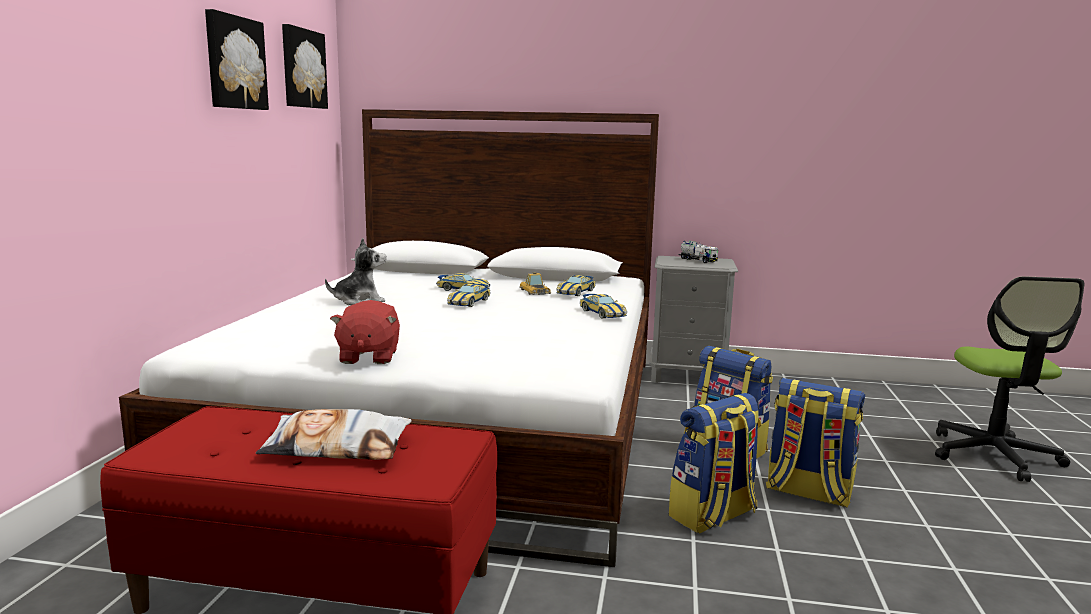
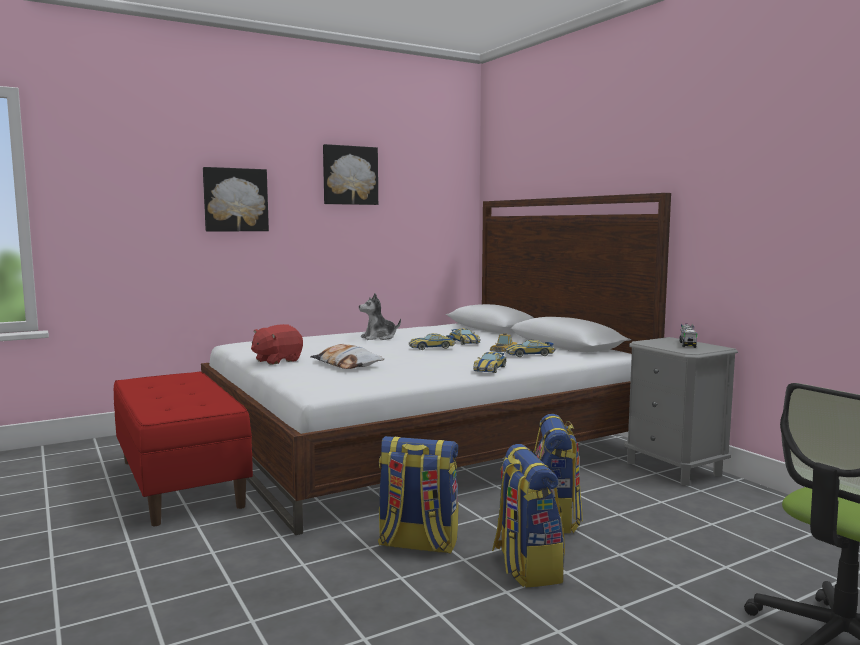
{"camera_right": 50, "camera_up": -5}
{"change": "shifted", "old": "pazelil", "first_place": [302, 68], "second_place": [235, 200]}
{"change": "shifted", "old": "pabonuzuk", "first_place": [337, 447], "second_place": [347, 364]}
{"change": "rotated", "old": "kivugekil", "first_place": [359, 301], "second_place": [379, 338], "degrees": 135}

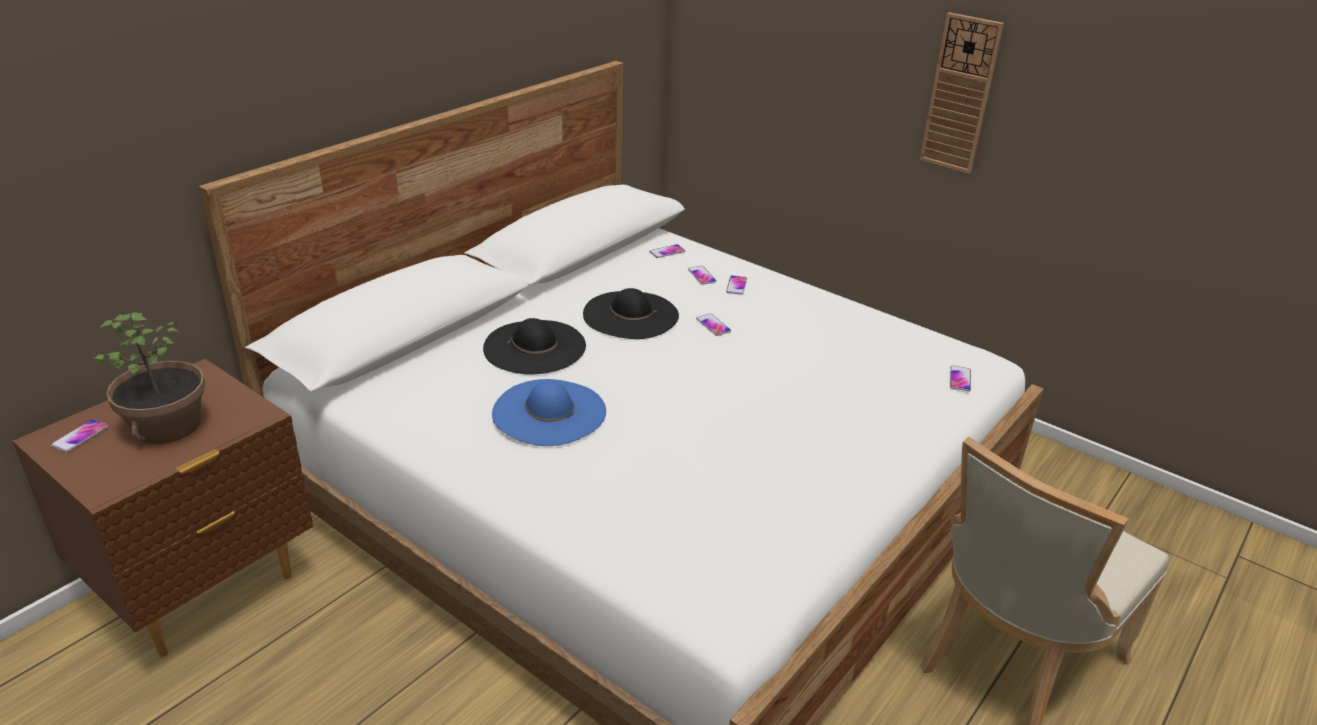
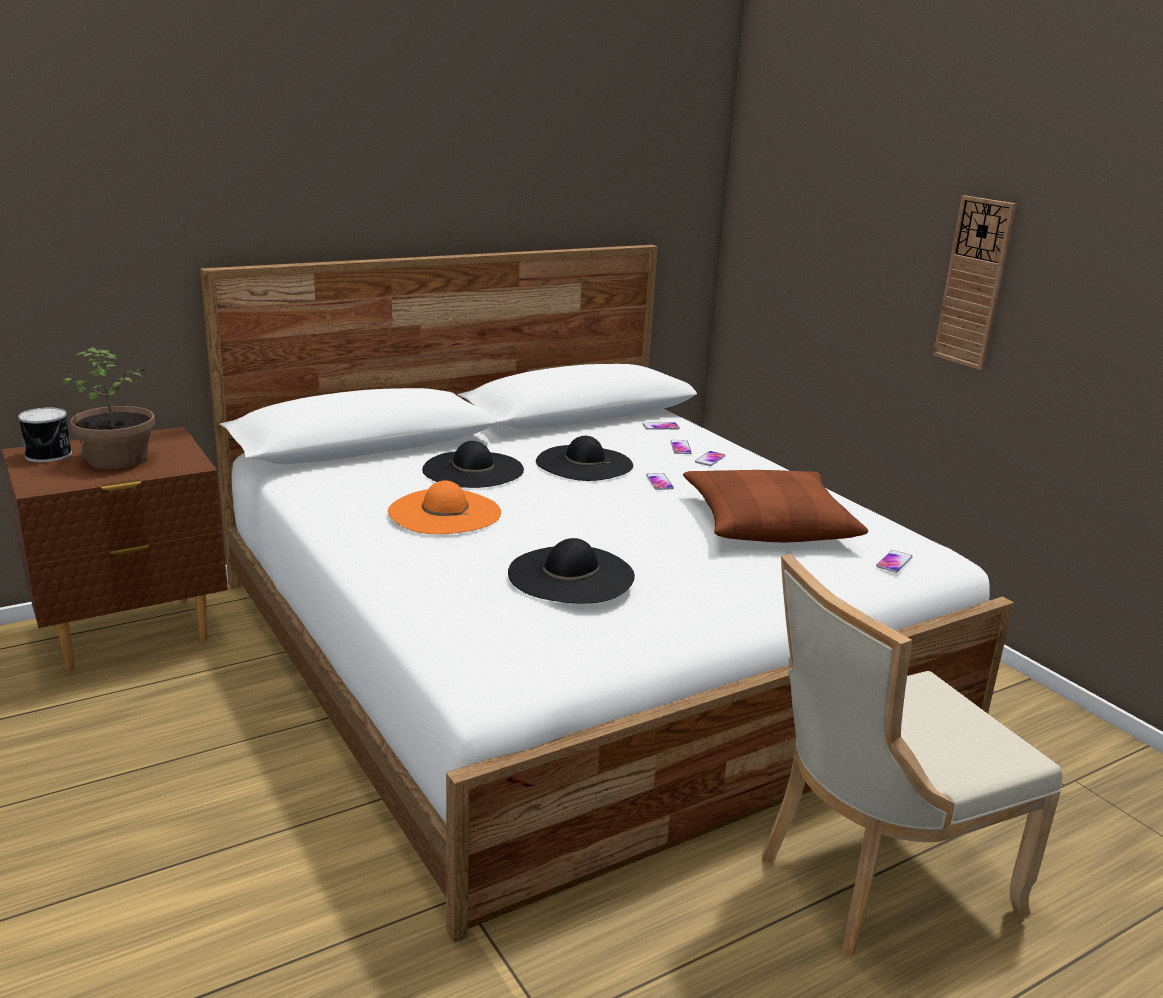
{"camera_right": 20, "camera_up": -10}
{"change": "swapped", "old": "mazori", "new": "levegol", "first_place": [80, 436], "second_place": [50, 455]}
{"change": "repainted", "old": "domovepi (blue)", "new": "domovepi (orange)", "first_place": [549, 412], "second_place": [444, 512]}
{"change": "new", "new": "domovepi (black)", "second_place": [571, 575]}
{"change": "new", "new": "pabonuzuk (brown)", "second_place": [768, 523]}

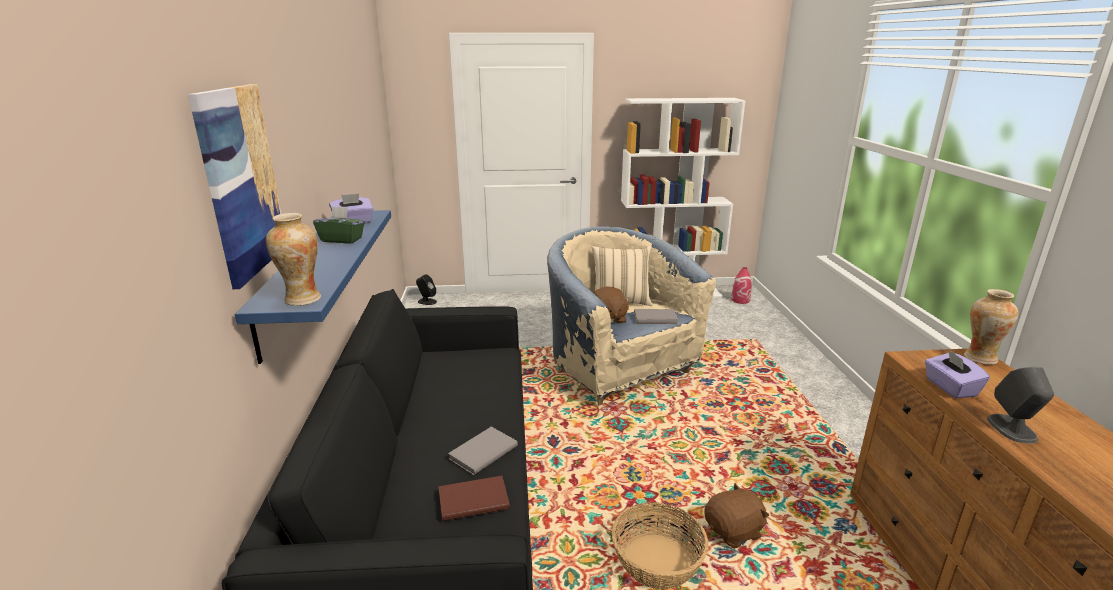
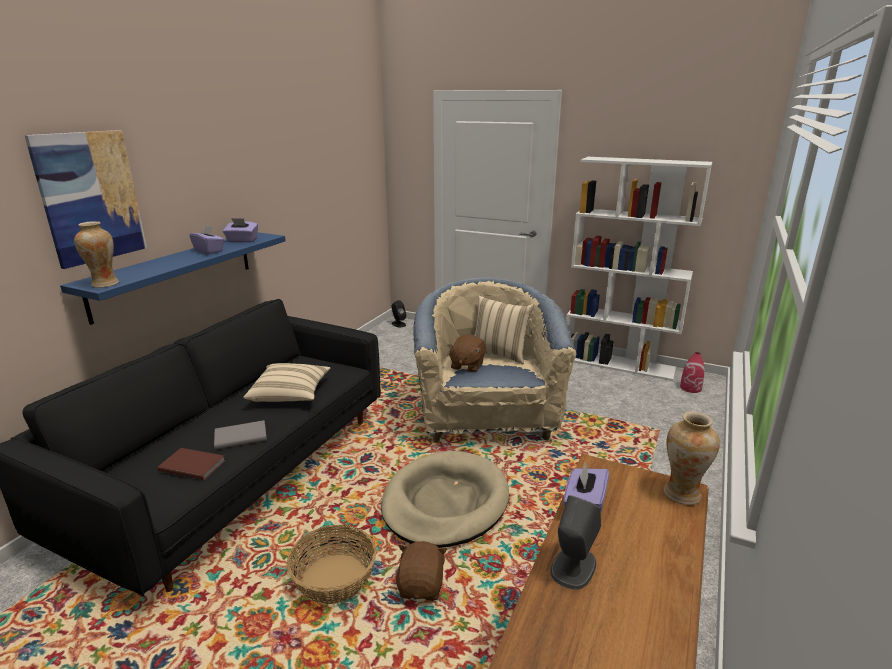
{"camera_right": 30, "camera_up": 0}
{"change": "repainted", "old": "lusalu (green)", "new": "lusalu (purple)", "first_place": [342, 239], "second_place": [209, 251]}
{"change": "new", "new": "pabonuzuk (beige)", "second_place": [290, 394]}
{"change": "new", "new": "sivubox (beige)", "second_place": [445, 502]}
{"change": "rotated", "old": "kivugekil (brown)", "first_place": [734, 532], "second_place": [421, 586], "degrees": -90}
{"change": "gone", "old": "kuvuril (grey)", "first_place": [656, 318]}

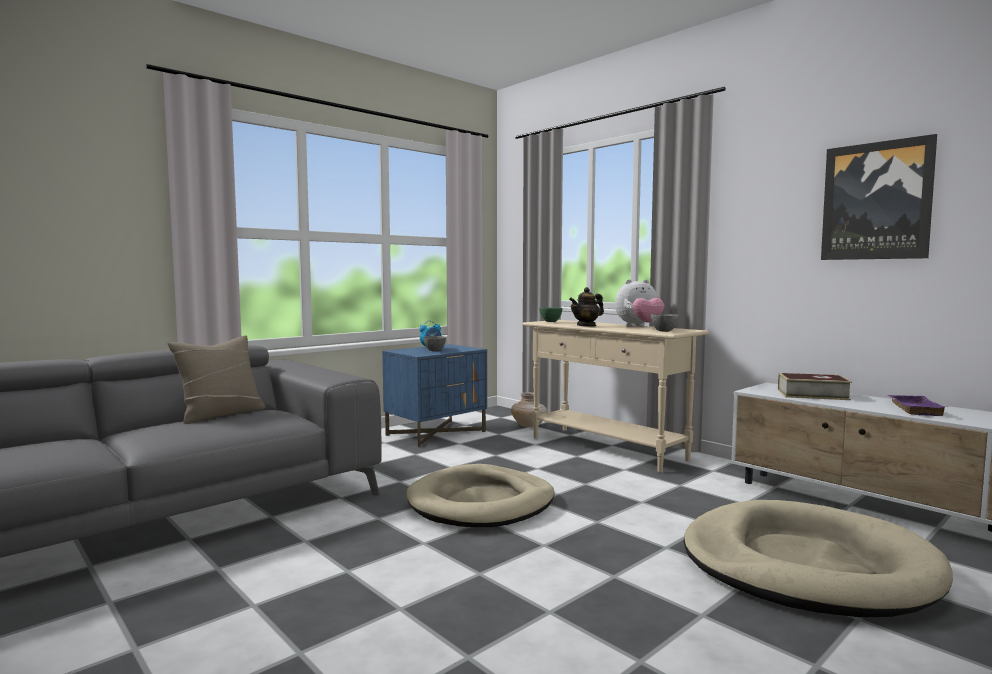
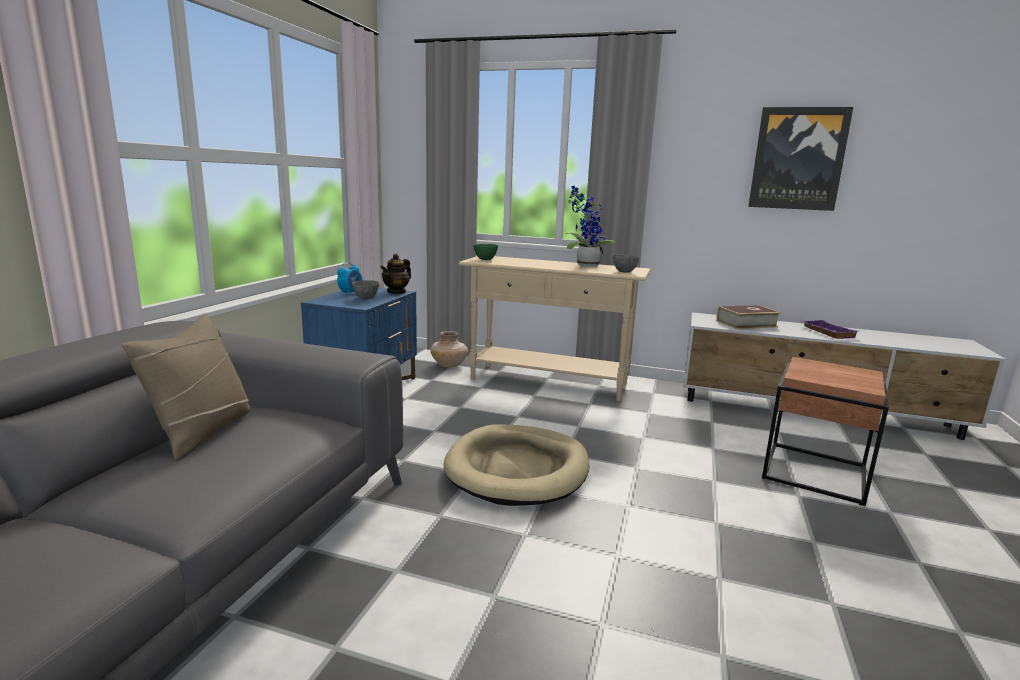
{"camera_right": -30, "camera_up": 10}
{"change": "shifted", "old": "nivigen", "first_place": [586, 325], "second_place": [396, 292]}
{"change": "swapped", "old": "kivugekil", "new": "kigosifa", "first_place": [639, 326], "second_place": [584, 265]}
{"change": "swapped", "old": "sivubox (beige)", "new": "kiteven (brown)", "first_place": [806, 566], "second_place": [813, 473]}

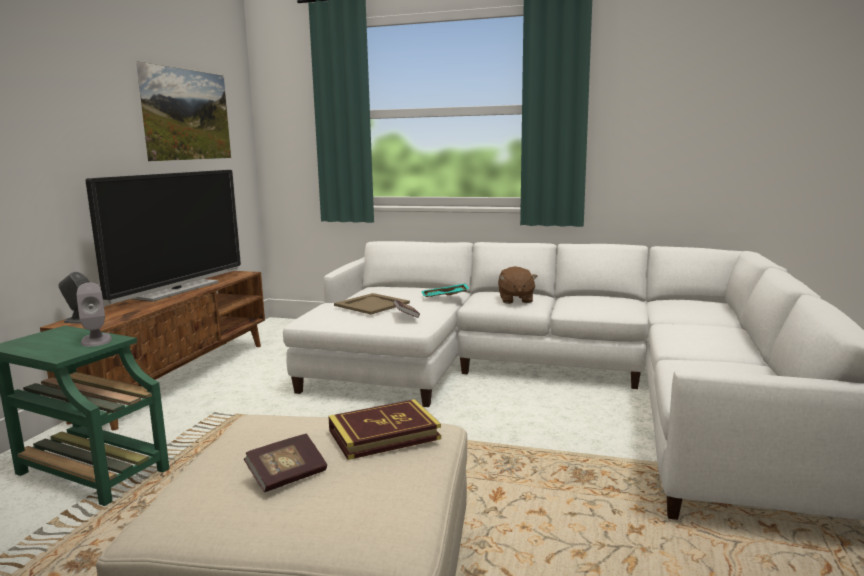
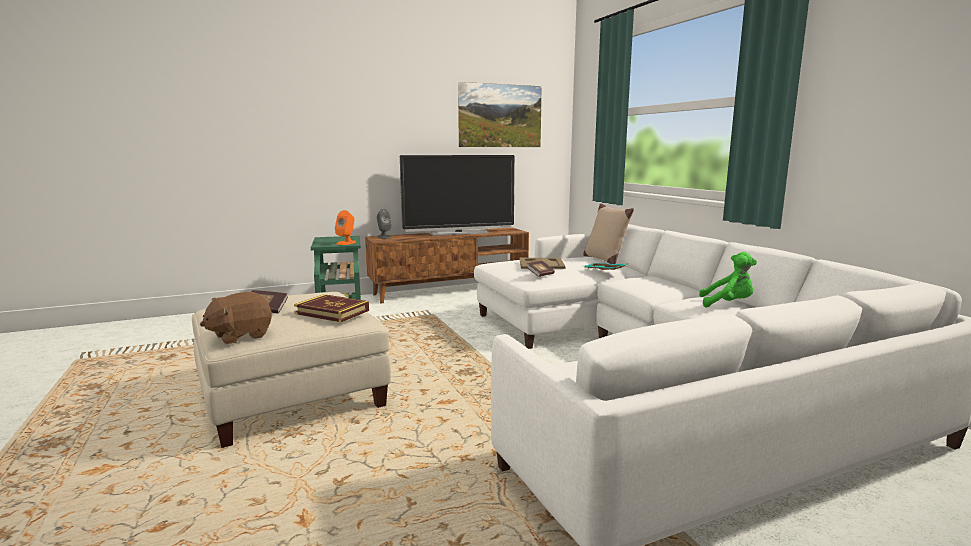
{"camera_right": 50, "camera_up": 0}
{"change": "shifted", "old": "kivugekil (brown)", "first_place": [515, 300], "second_place": [240, 336]}
{"change": "repainted", "old": "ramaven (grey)", "new": "ramaven (orange)", "first_place": [96, 340], "second_place": [346, 243]}
{"change": "new", "new": "pabonuzuk (beige)", "second_place": [604, 260]}
{"change": "new", "new": "kivugekil (green)", "second_place": [728, 304]}

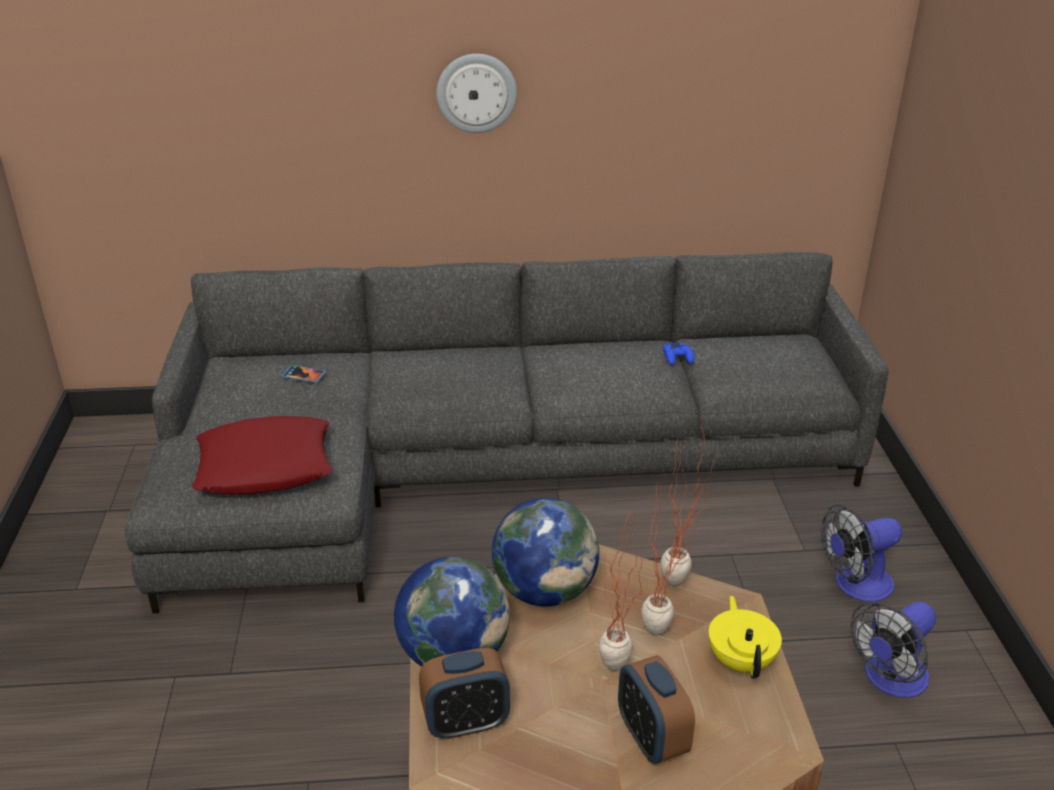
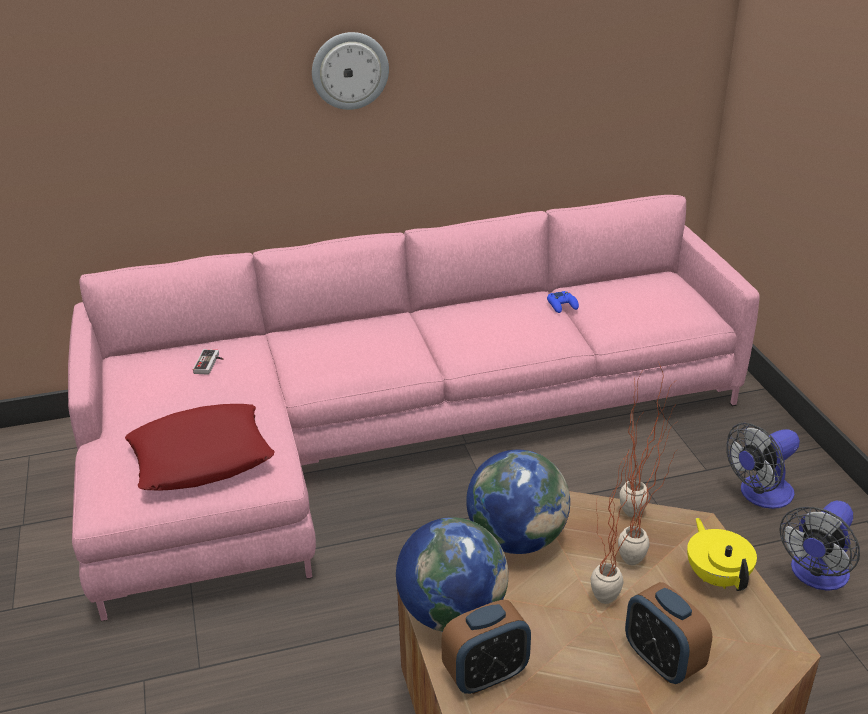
{"camera_right": -10, "camera_up": 0}
{"change": "repainted", "old": "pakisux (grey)", "new": "pakisux (pink)", "first_place": [485, 469], "second_place": [390, 434]}
{"change": "swapped", "old": "mazori", "new": "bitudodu", "first_place": [303, 375], "second_place": [210, 364]}

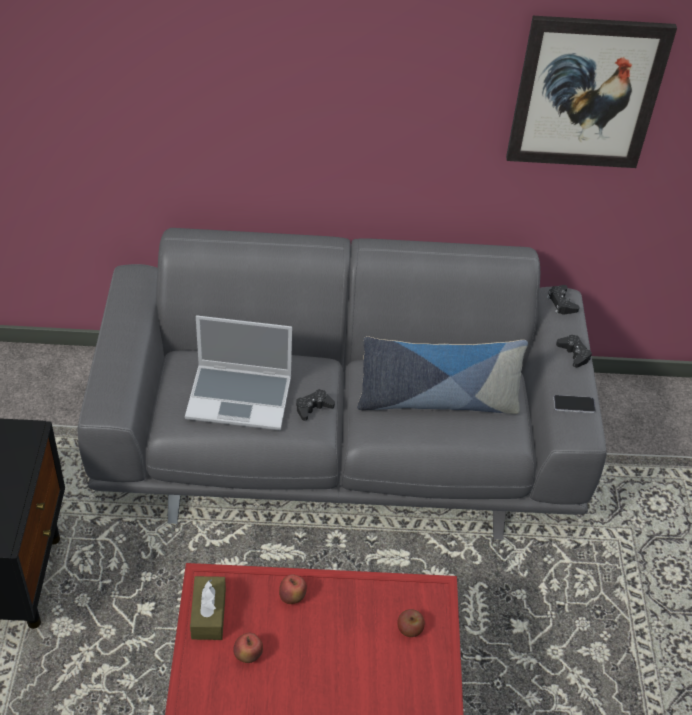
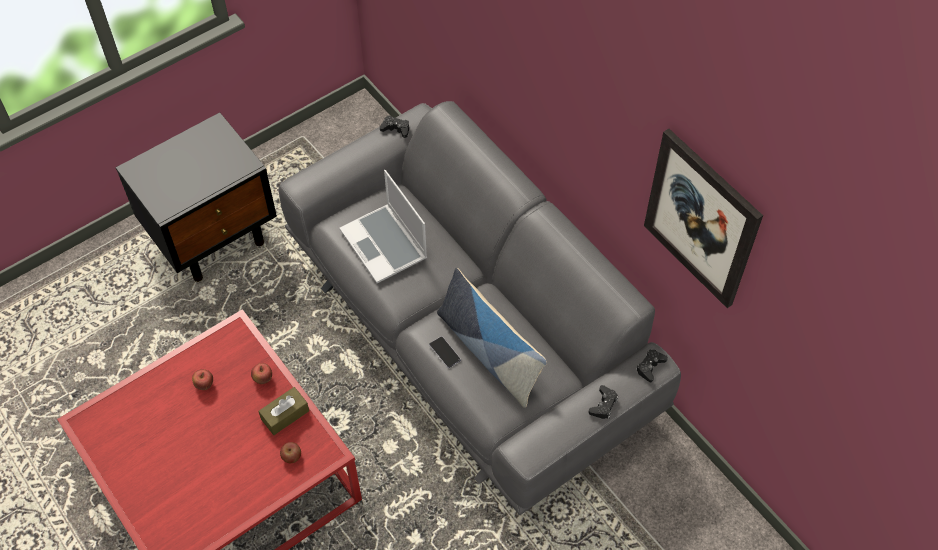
{"camera_right": 55, "camera_up": 10}
{"change": "shifted", "old": "lusalu (brown)", "first_place": [208, 614], "second_place": [285, 415]}
{"change": "shifted", "old": "bitudodu (black)", "first_place": [313, 407], "second_place": [396, 129]}
{"change": "shifted", "old": "mazori", "first_place": [574, 405], "second_place": [445, 352]}

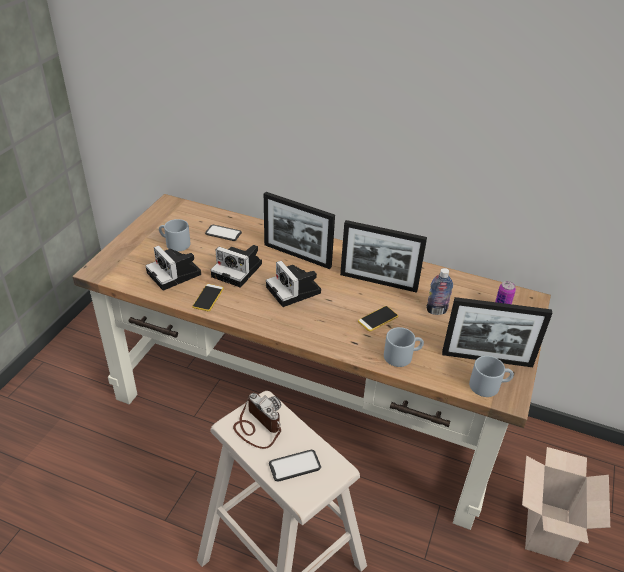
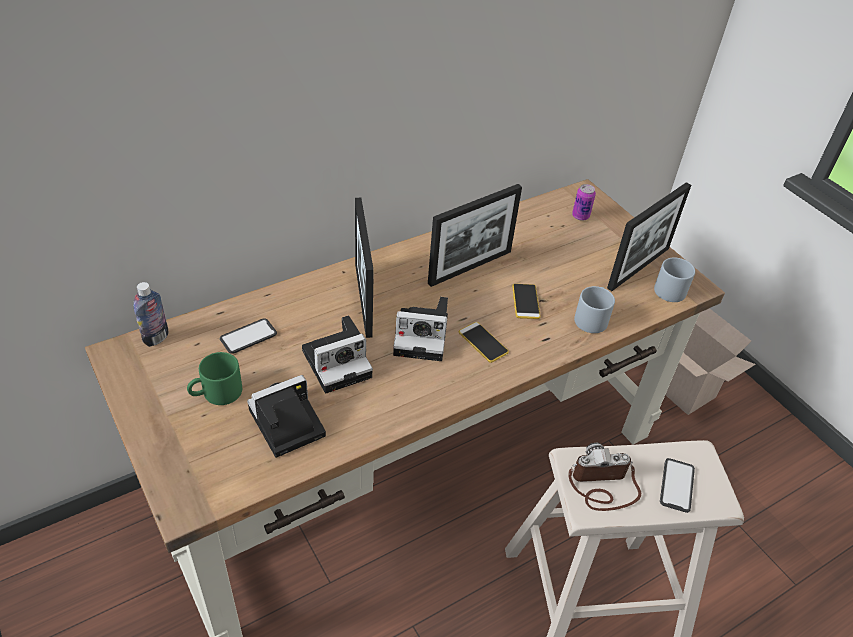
{"camera_right": -55, "camera_up": 5}
{"change": "shifted", "old": "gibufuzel", "first_place": [436, 311], "second_place": [156, 338]}
{"change": "repainted", "old": "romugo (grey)", "new": "romugo (green)", "first_place": [174, 243], "second_place": [216, 394]}
{"change": "rotated", "old": "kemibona", "first_place": [175, 274], "second_place": [284, 425], "degrees": 150}
{"change": "rotated", "old": "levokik", "first_place": [297, 255], "second_place": [363, 299], "degrees": 105}
{"change": "shifted", "old": "mazori", "first_place": [208, 298], "second_place": [483, 342]}

